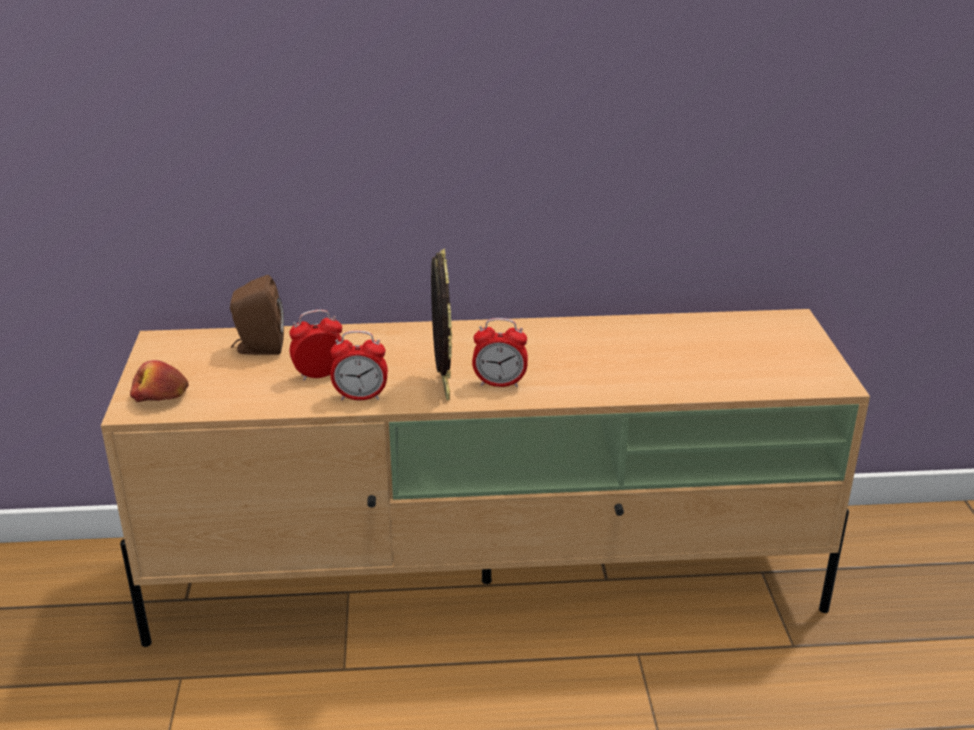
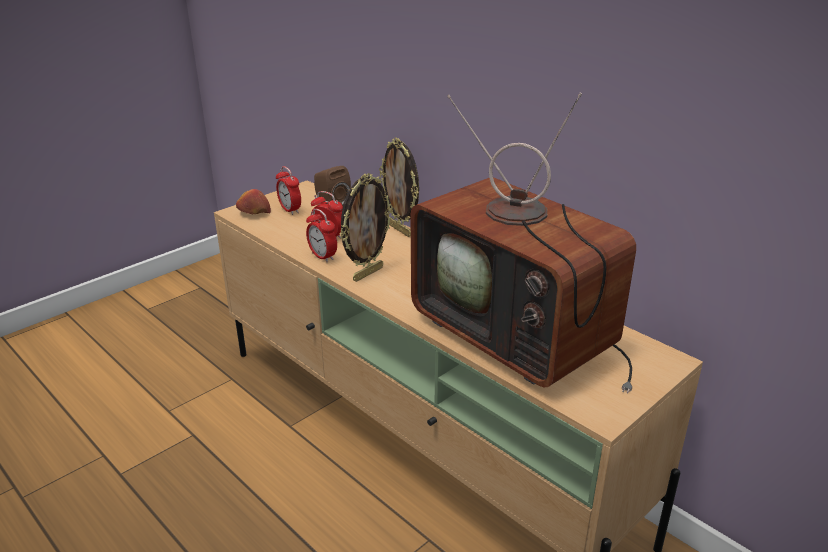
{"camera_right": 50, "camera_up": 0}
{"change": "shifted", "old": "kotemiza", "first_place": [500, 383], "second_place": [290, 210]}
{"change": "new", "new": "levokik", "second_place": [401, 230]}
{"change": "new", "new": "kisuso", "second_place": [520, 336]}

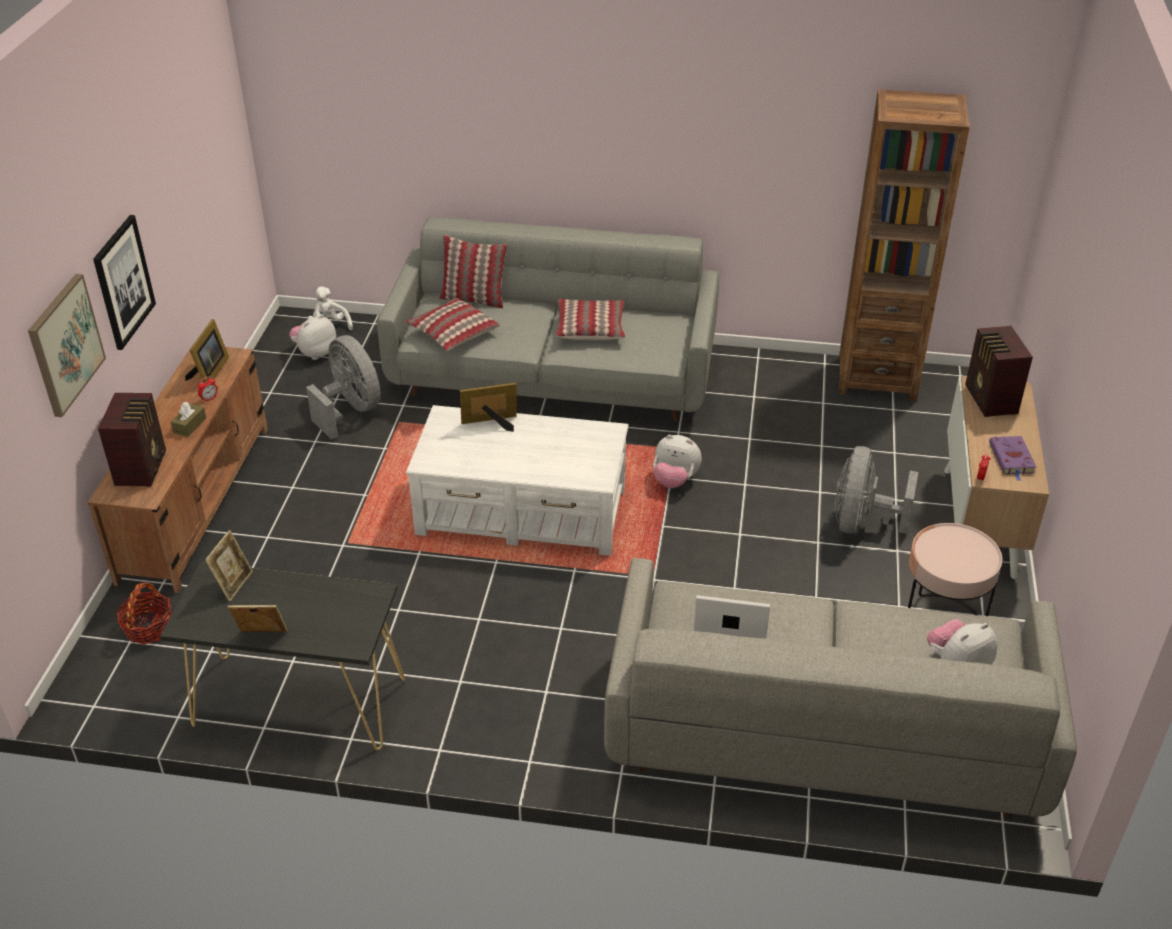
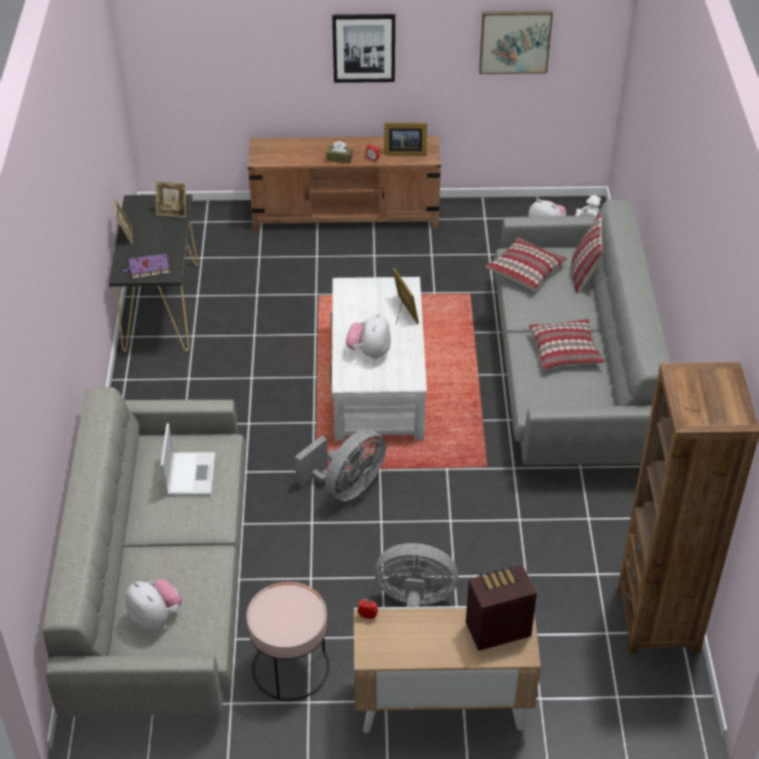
{"camera_right": 80, "camera_up": 5}
{"change": "shifted", "old": "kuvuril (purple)", "first_place": [1012, 459], "second_place": [148, 268]}
{"change": "shifted", "old": "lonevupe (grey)", "first_place": [350, 410], "second_place": [346, 487]}
{"change": "shifted", "old": "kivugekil", "first_place": [674, 480], "second_place": [369, 352]}
{"change": "shifted", "old": "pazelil", "first_place": [65, 344], "second_place": [515, 41]}
{"change": "gone", "old": "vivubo", "first_place": [142, 467]}
{"change": "gone", "old": "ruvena", "first_place": [149, 628]}

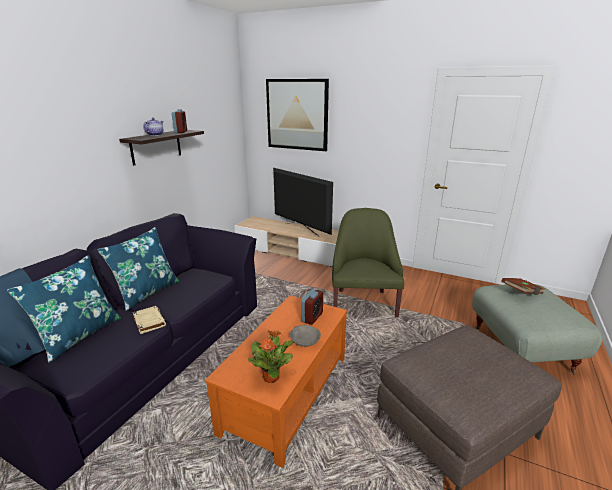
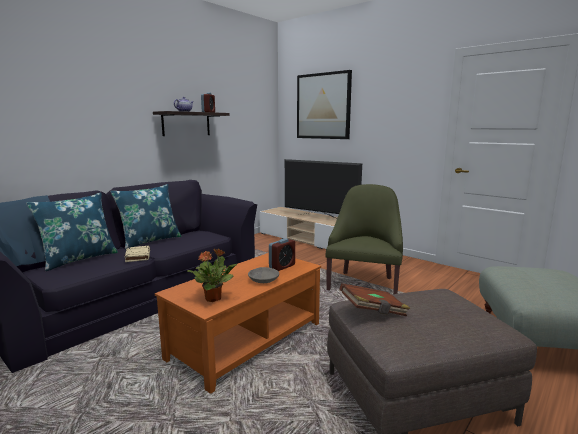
{"camera_right": 15, "camera_up": -10}
{"change": "rotated", "old": "kisuso", "first_place": [300, 230], "second_place": [320, 218], "degrees": 150}
{"change": "shifted", "old": "kuvuril (brown)", "first_place": [522, 293], "second_place": [373, 312]}

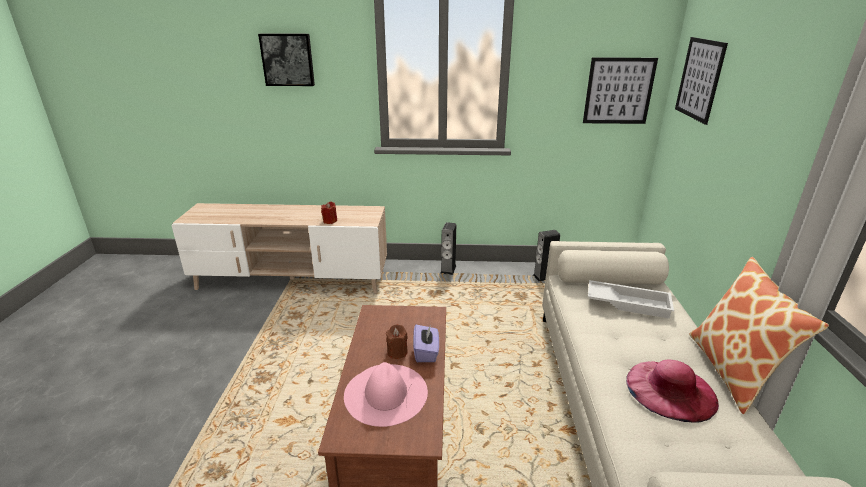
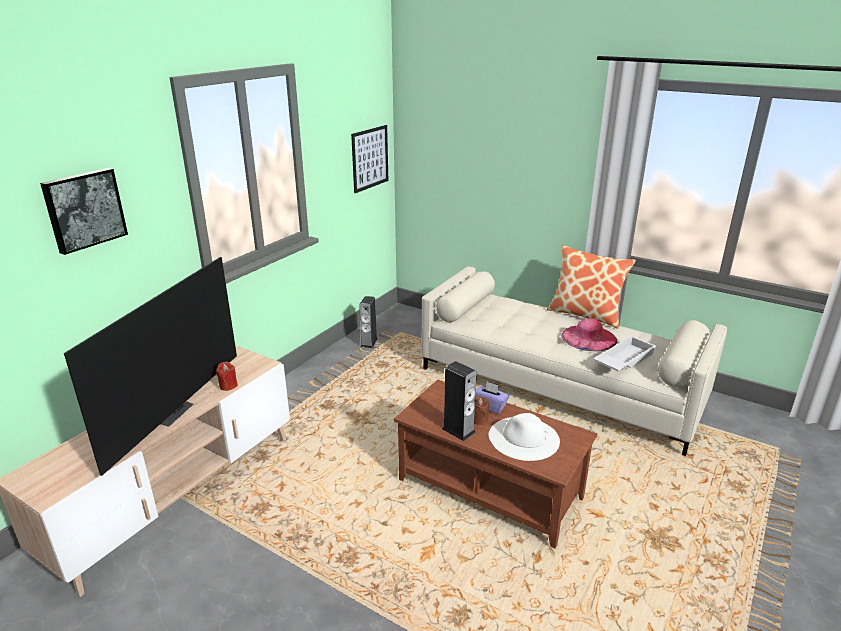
{"camera_right": -60, "camera_up": 0}
{"change": "new", "new": "kisuso", "second_place": [170, 412]}
{"change": "shifted", "old": "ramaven", "first_place": [448, 269], "second_place": [458, 430]}
{"change": "repainted", "old": "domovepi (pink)", "new": "domovepi (white)", "first_place": [385, 393], "second_place": [523, 438]}
{"change": "shifted", "old": "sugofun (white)", "first_place": [628, 303], "second_place": [623, 359]}
{"change": "gone", "old": "pazelil", "first_place": [699, 79]}

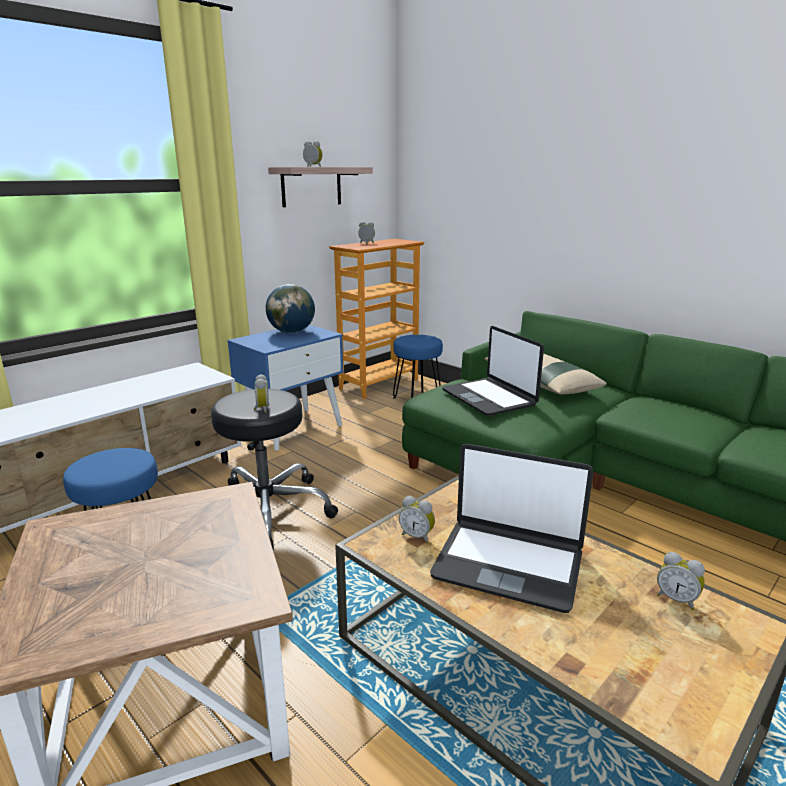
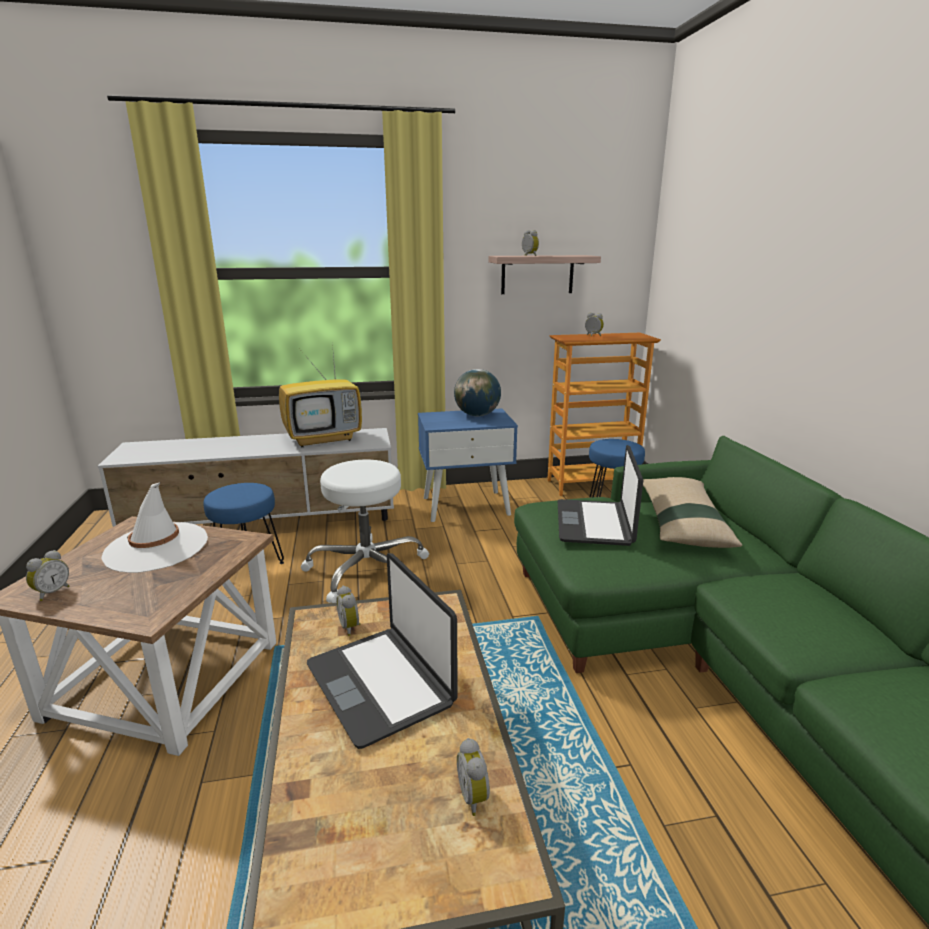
{"camera_right": 35, "camera_up": 0}
{"change": "shifted", "old": "kotemiza", "first_place": [261, 409], "second_place": [51, 592]}
{"change": "new", "new": "domovepi (white)", "second_place": [156, 547]}
{"change": "new", "new": "kisuso", "second_place": [324, 439]}
{"change": "repainted", "old": "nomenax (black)", "new": "nomenax (white)", "first_place": [267, 511], "second_place": [367, 570]}

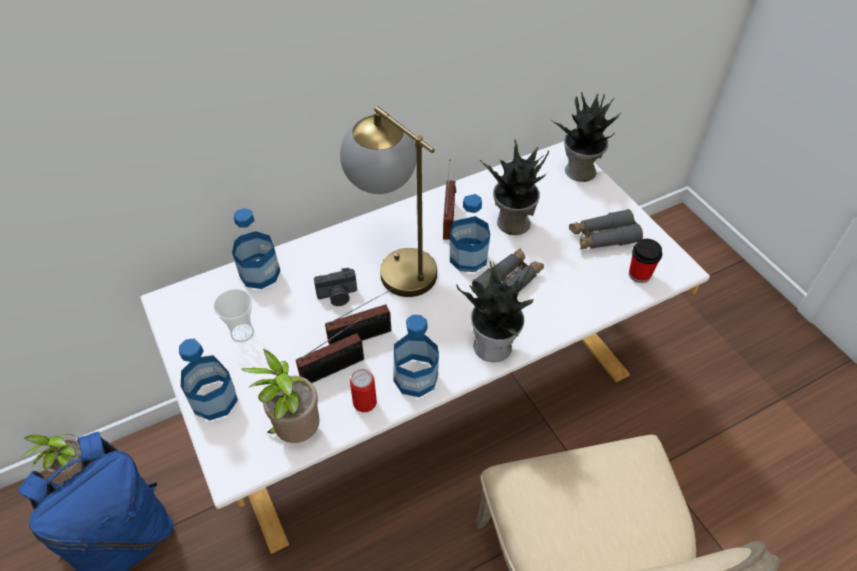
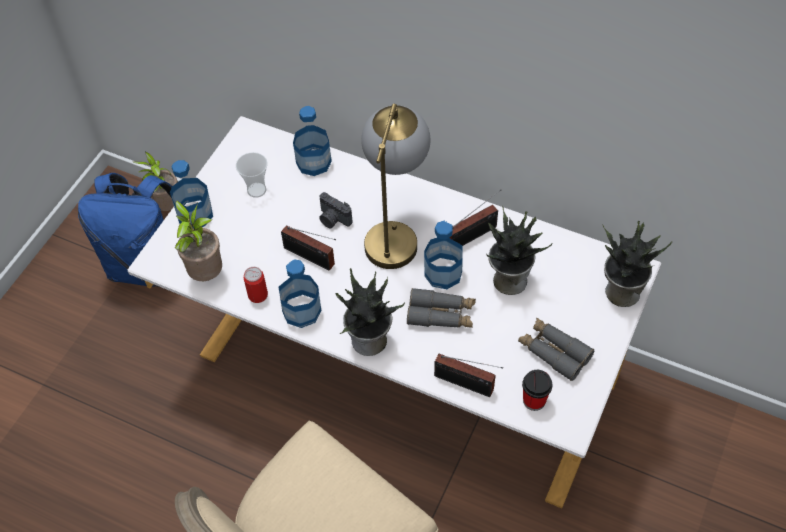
{"camera_right": 55, "camera_up": 5}
{"change": "shifted", "old": "vivubo", "first_place": [336, 368], "second_place": [467, 384]}

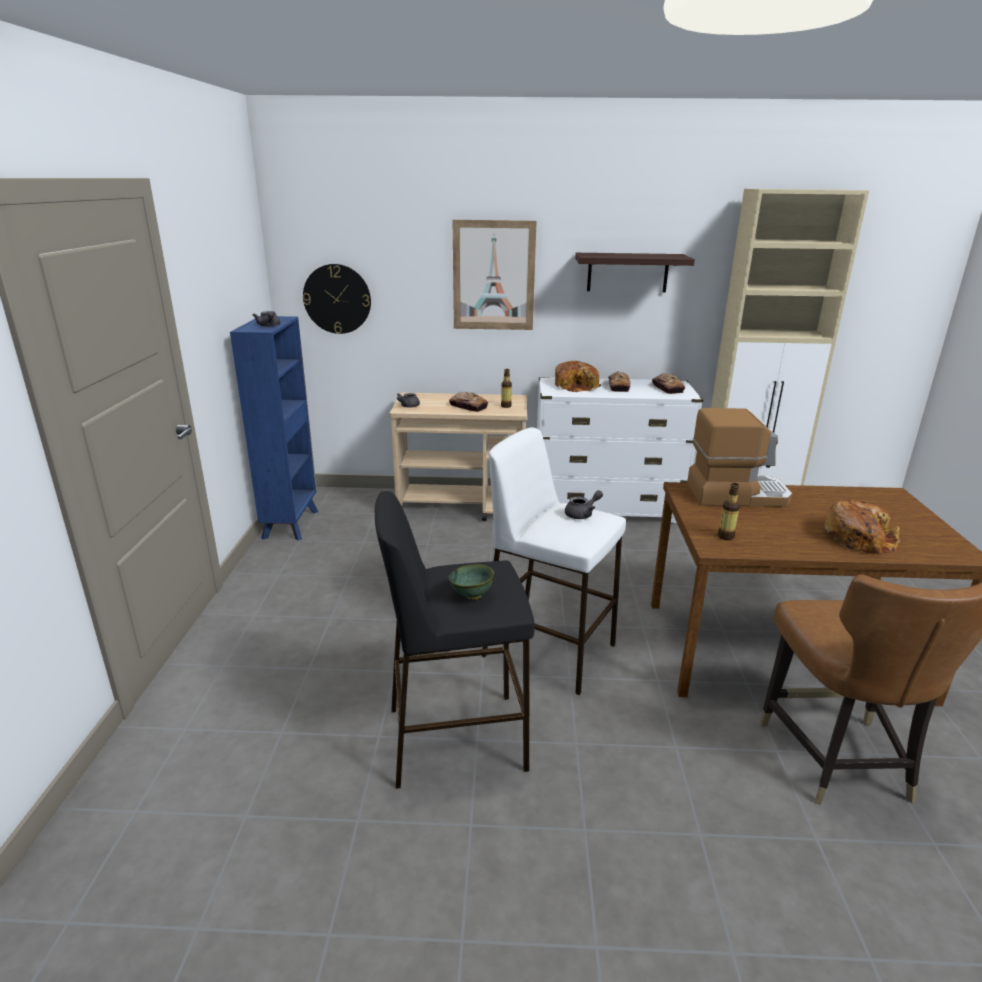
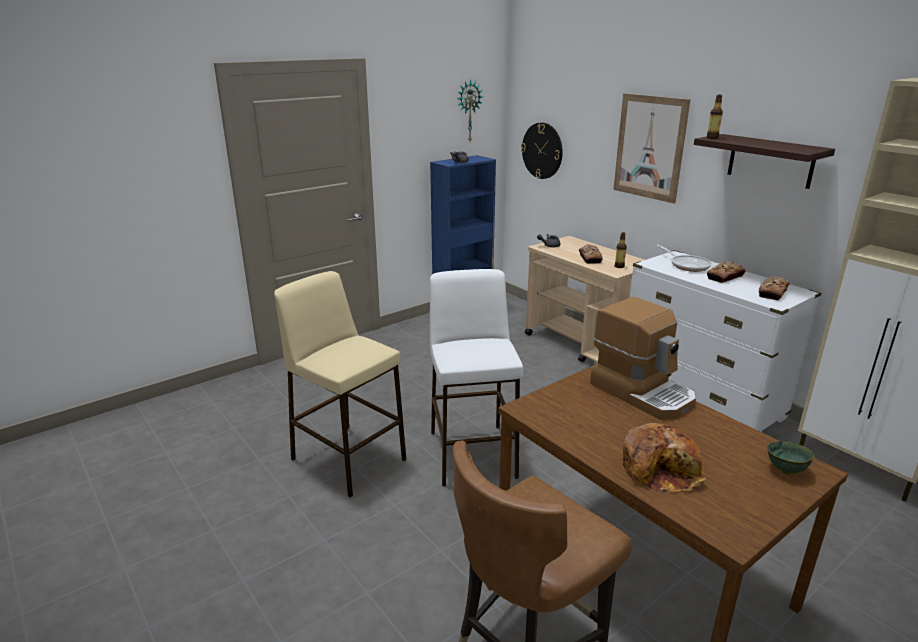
{"camera_right": 50, "camera_up": 0}
{"change": "repainted", "old": "nomenax (black)", "new": "nomenax (beige)", "first_place": [455, 738], "second_place": [348, 459]}
{"change": "new", "new": "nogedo", "second_place": [468, 111]}
{"change": "swapped", "old": "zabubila", "new": "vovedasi", "first_place": [577, 386], "second_place": [687, 265]}
{"change": "shifted", "old": "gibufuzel", "first_place": [725, 536], "second_place": [712, 138]}
{"change": "shifted", "old": "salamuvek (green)", "first_place": [471, 596], "second_place": [785, 470]}
{"change": "gone", "old": "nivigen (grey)", "first_place": [582, 514]}

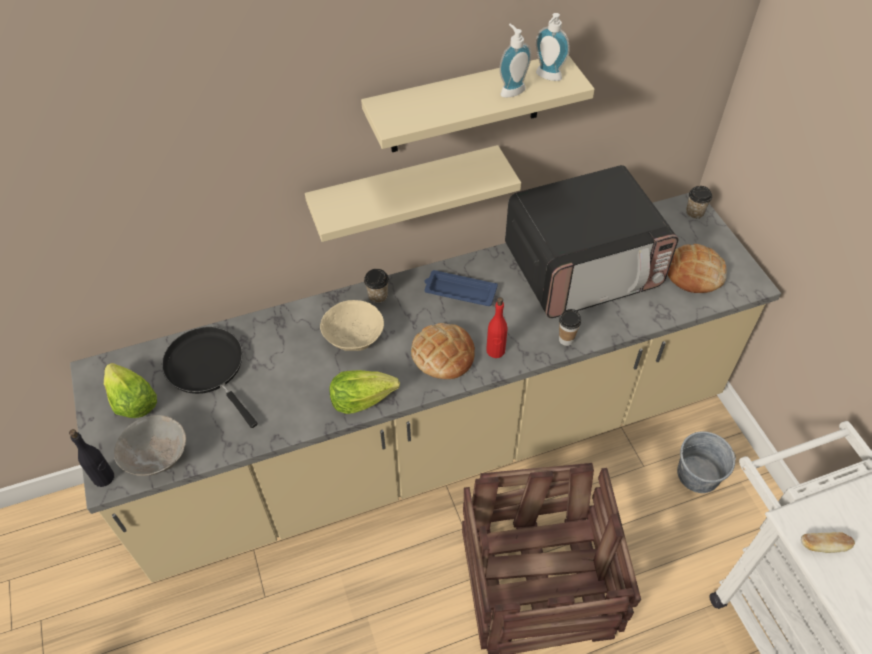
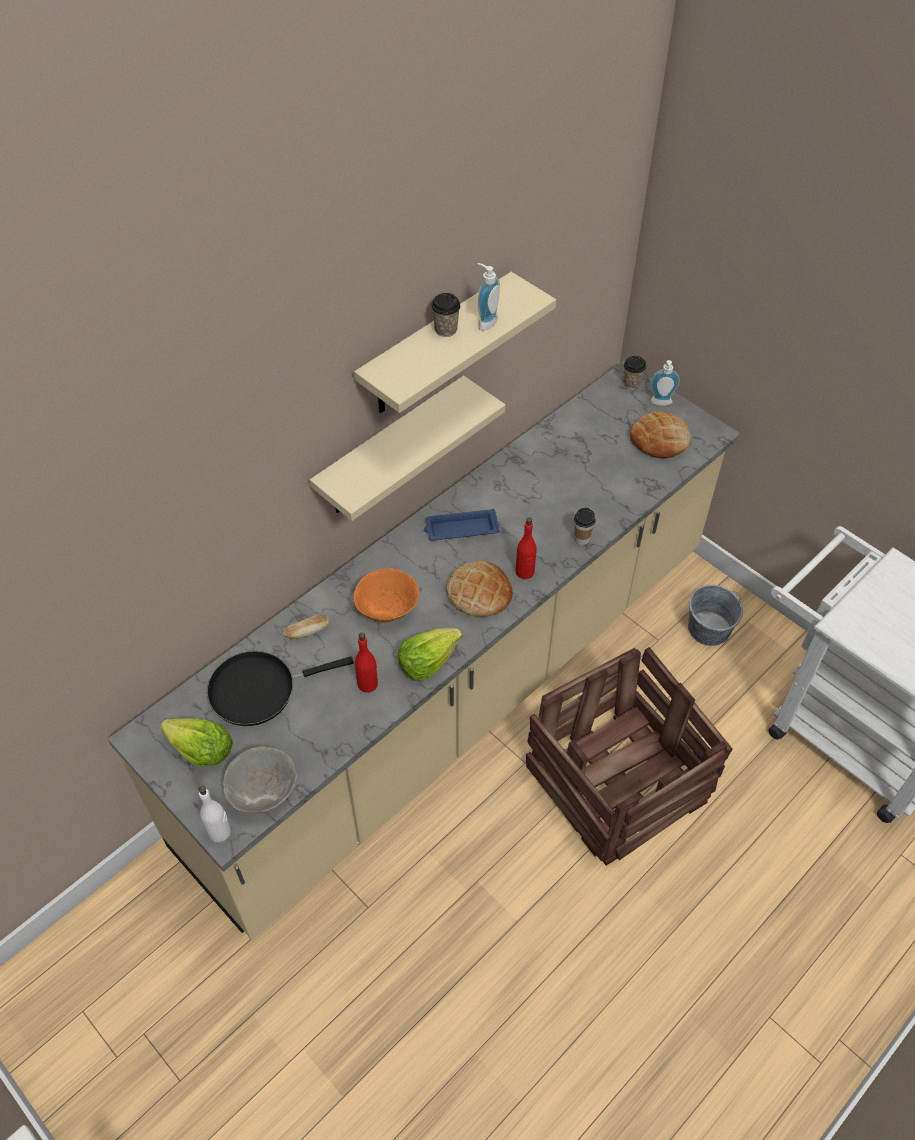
{"camera_right": -25, "camera_up": 0}
{"change": "repainted", "old": "gibufuzel (black)", "new": "gibufuzel (white)", "first_place": [104, 477], "second_place": [220, 832]}
{"change": "rotated", "old": "vovedasi (black)", "first_place": [208, 368], "second_place": [259, 689], "degrees": -45}
{"change": "shifted", "old": "zabubila", "first_place": [823, 546], "second_place": [307, 632]}
{"change": "repainted", "old": "salamuvek (beige)", "new": "salamuvek (orange)", "first_place": [355, 340], "second_place": [388, 610]}
{"change": "new", "new": "gibufuzel (red)", "second_place": [368, 684]}
{"change": "shifted", "old": "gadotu", "first_place": [378, 296], "second_place": [446, 330]}
{"change": "shifted", "old": "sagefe", "first_place": [547, 77], "second_place": [661, 403]}
{"change": "gone", "old": "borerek", "first_place": [583, 267]}

